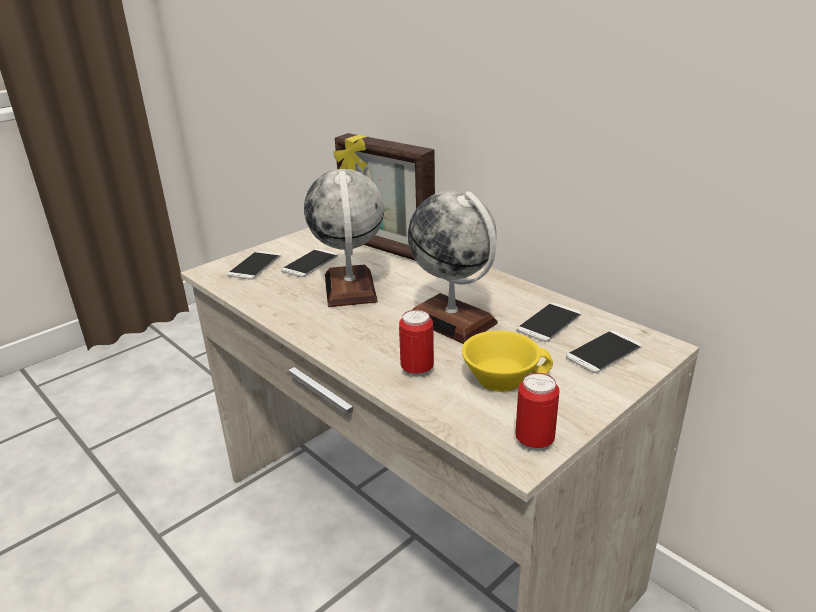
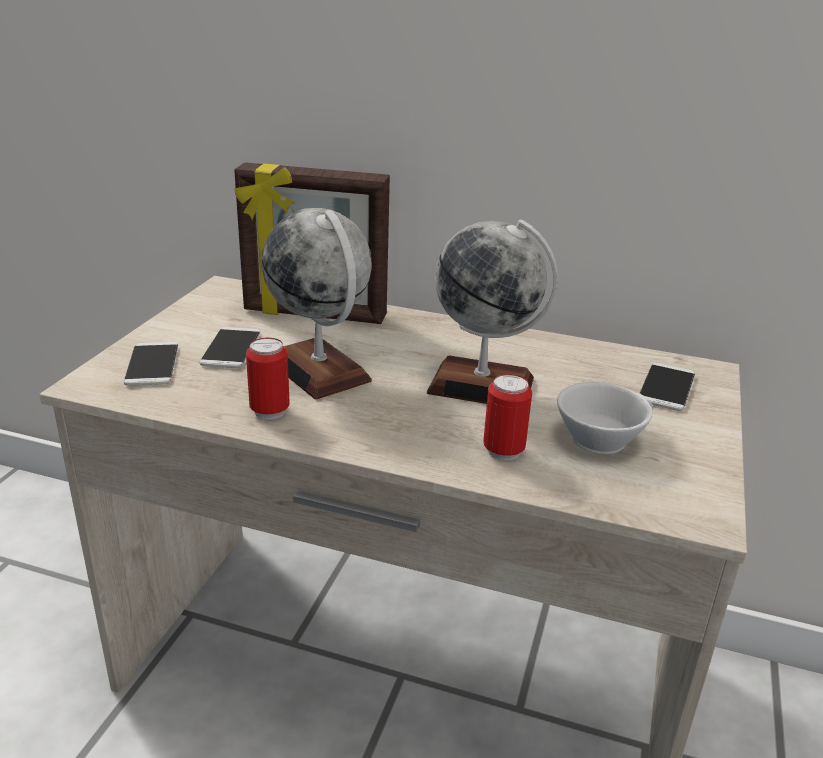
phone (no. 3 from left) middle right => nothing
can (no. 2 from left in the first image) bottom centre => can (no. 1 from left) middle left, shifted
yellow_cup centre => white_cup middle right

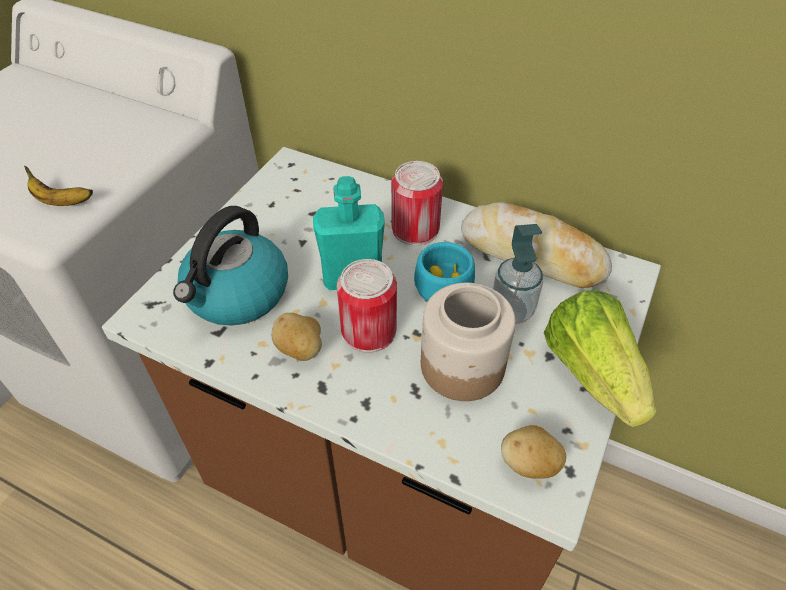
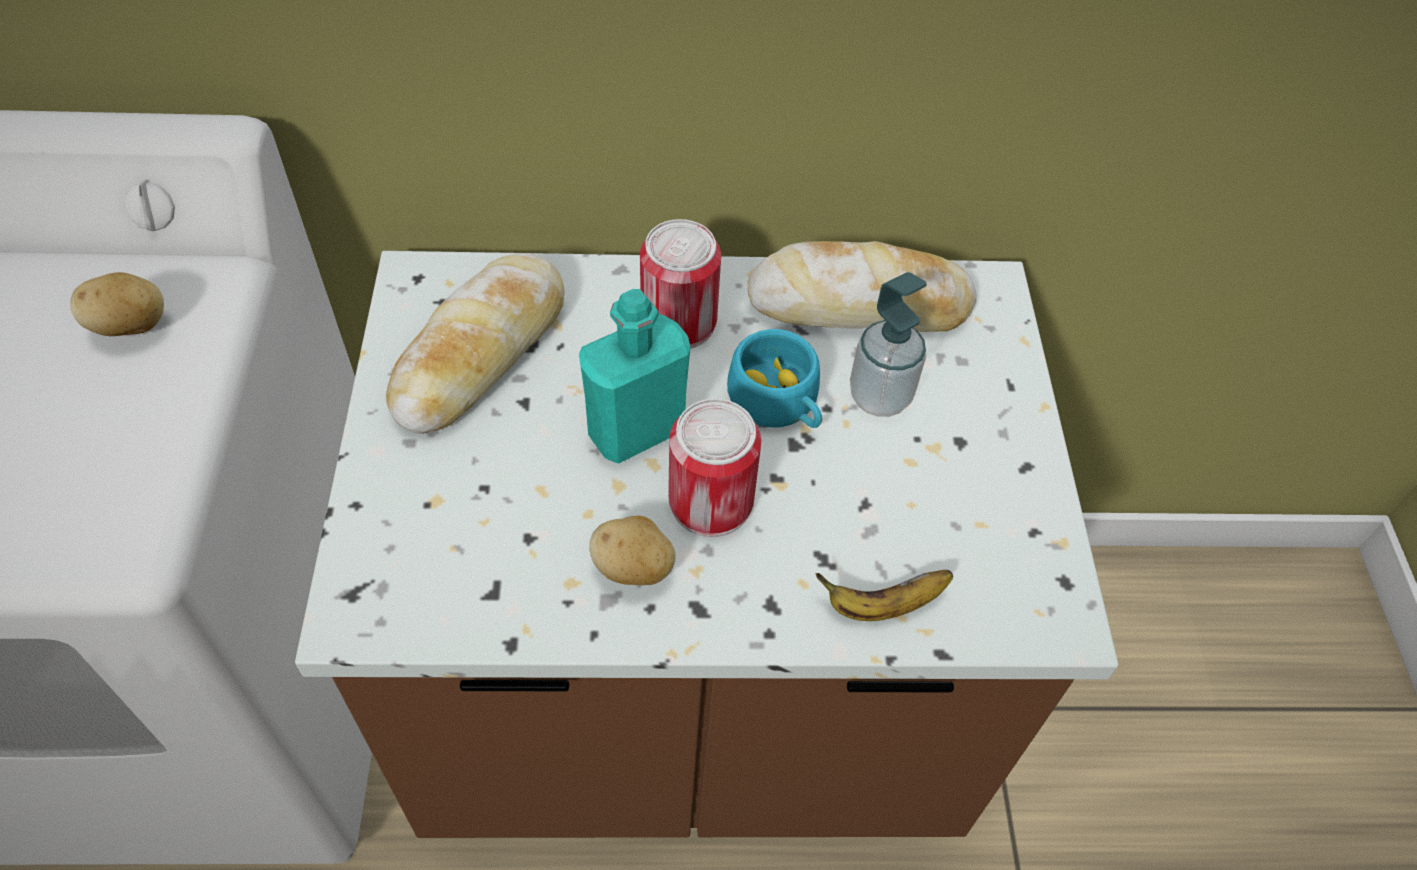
kettle middle left => nothing
jar centre => nothing
lettuce middle right => nothing
nothing => bread (no. 1 from left) centre
banana top left => banana bottom centre, shifted
potato (no. 2 from left in the first image) bottom right => potato (no. 1 from left) middle left, shifted

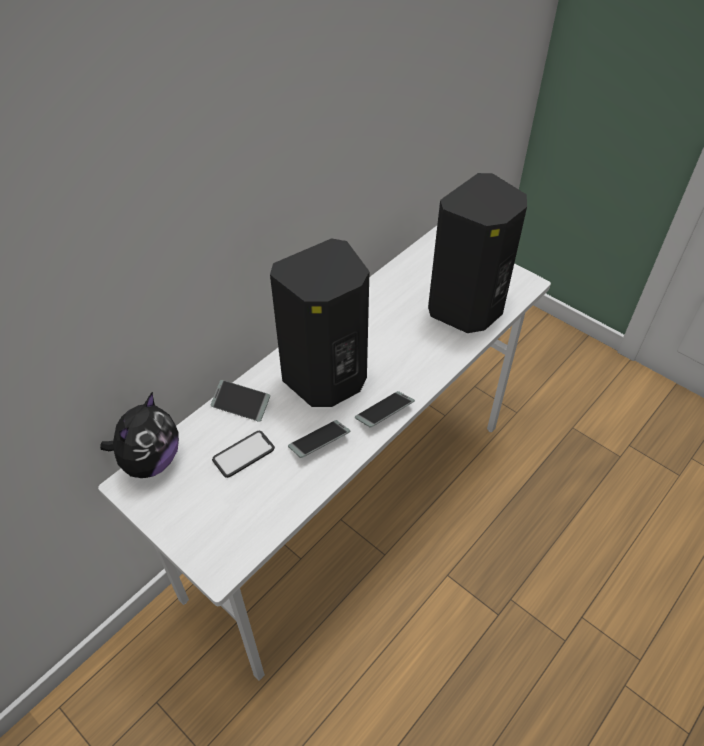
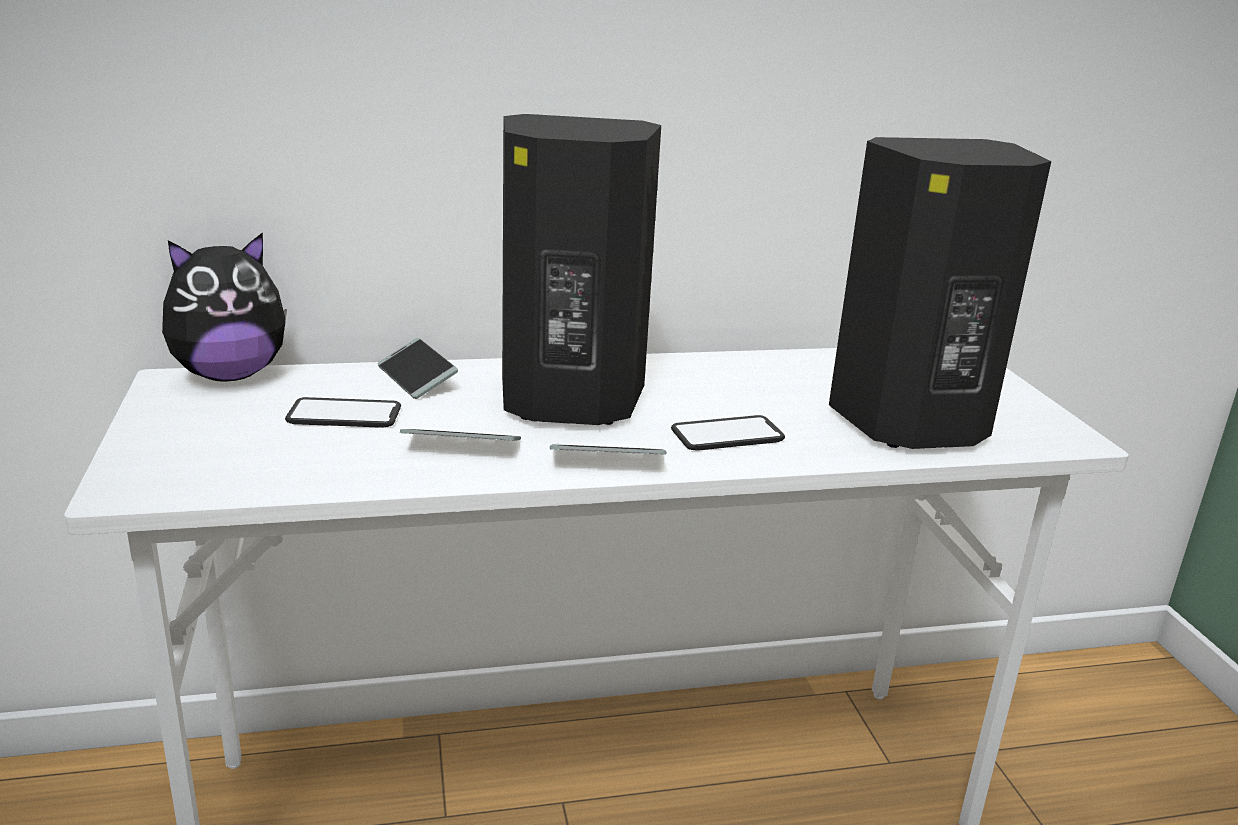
nothing => phone (no. 5 from left) centre

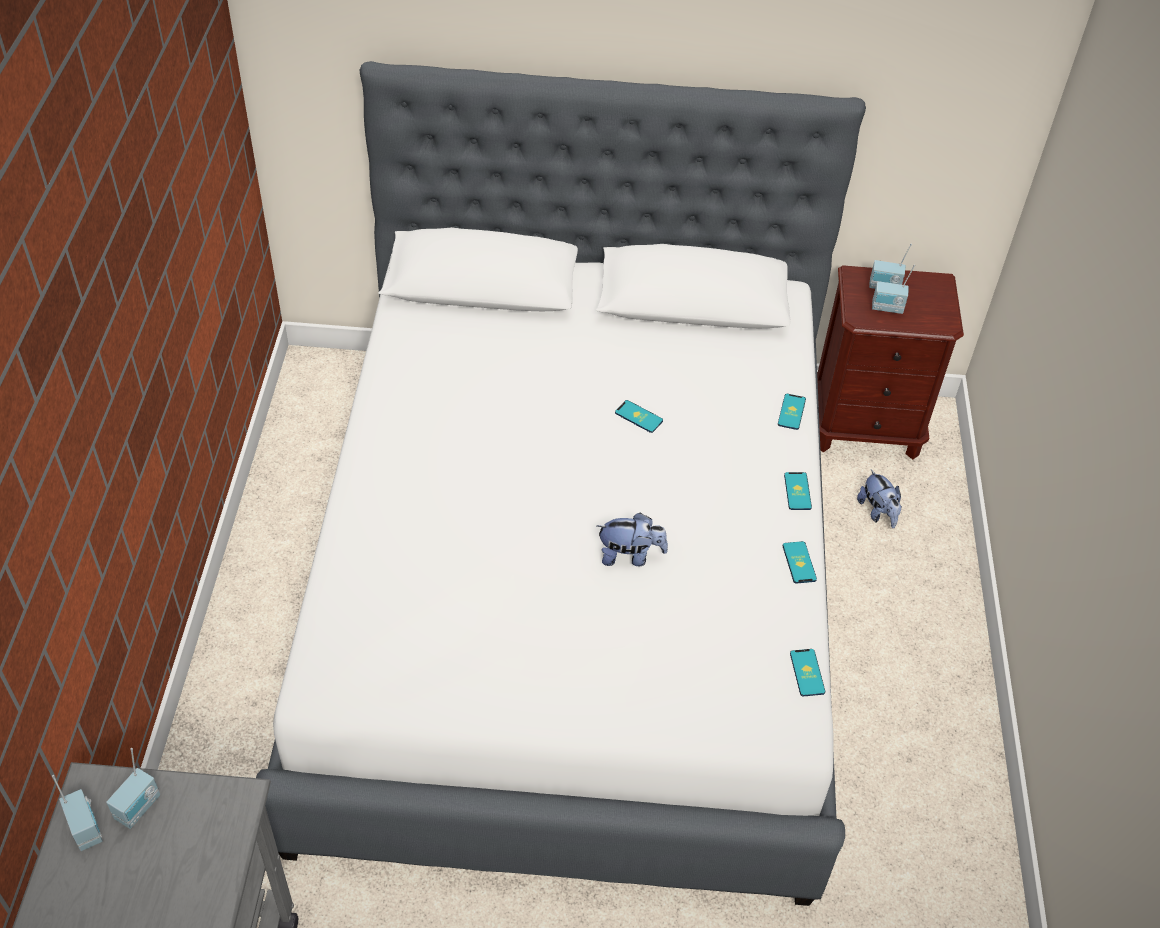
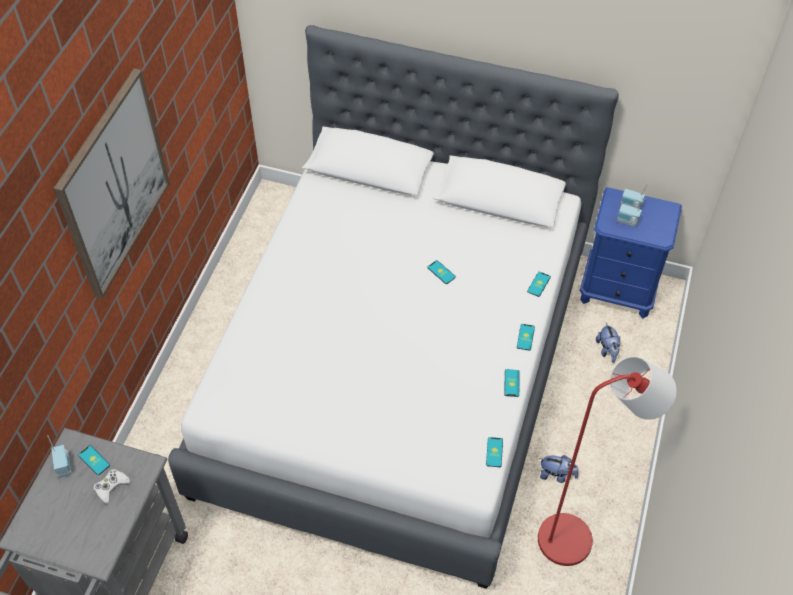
nothing => picture top left
nothing => white_game_controller bottom left
nothing => red_floor_lamp bottom right
plush_toy (no. 1 from left) centre => plush_toy (no. 1 from left) bottom right, shifted
radio (no. 2 from left) bottom left => phone (no. 1 from left) bottom left
brown_nightstand middle right => blue_nightstand middle right

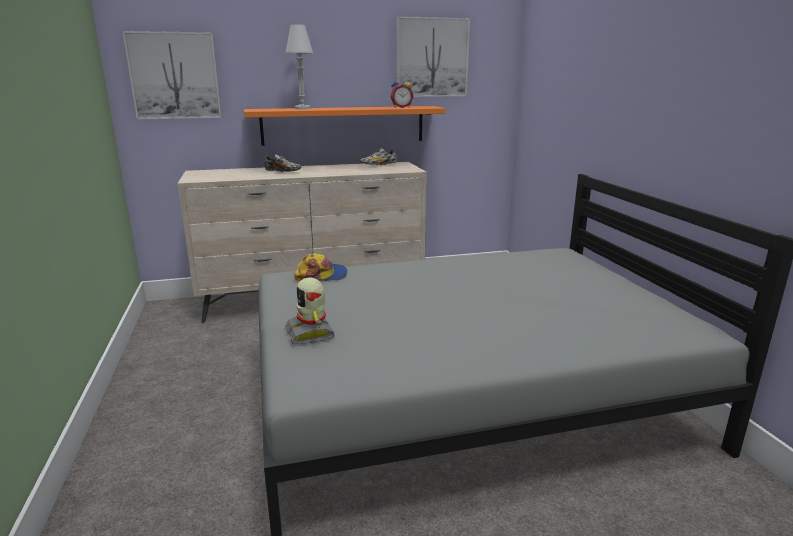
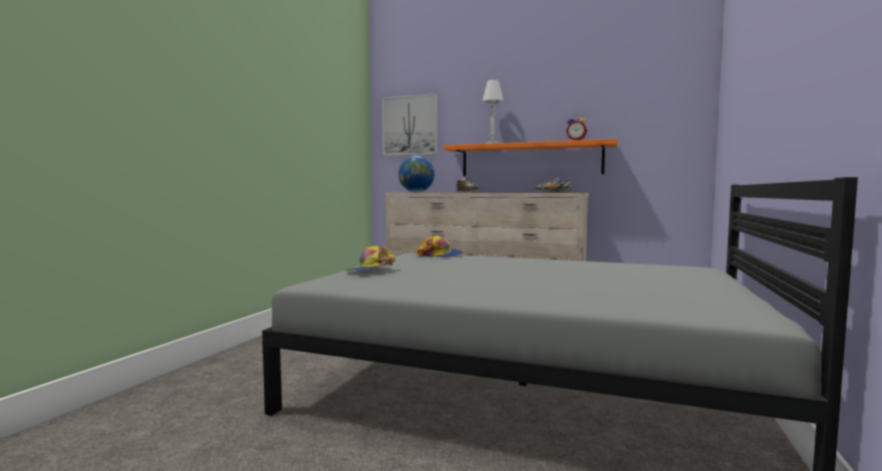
picture (no. 2 from left) top centre => nothing
nothing => globe centre
toy_robot centre => cap (no. 1 from left) centre

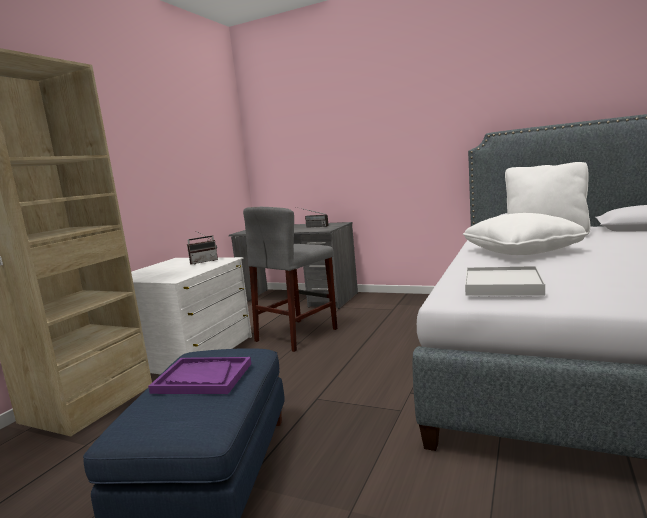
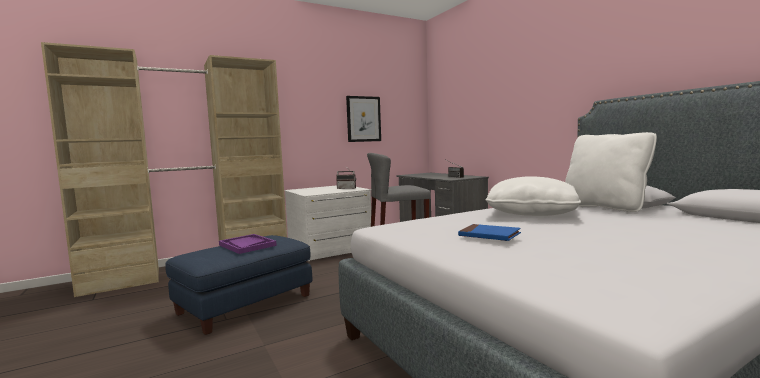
white_tray middle right => nothing
nothing => picture top centre
nothing => blue_book centre

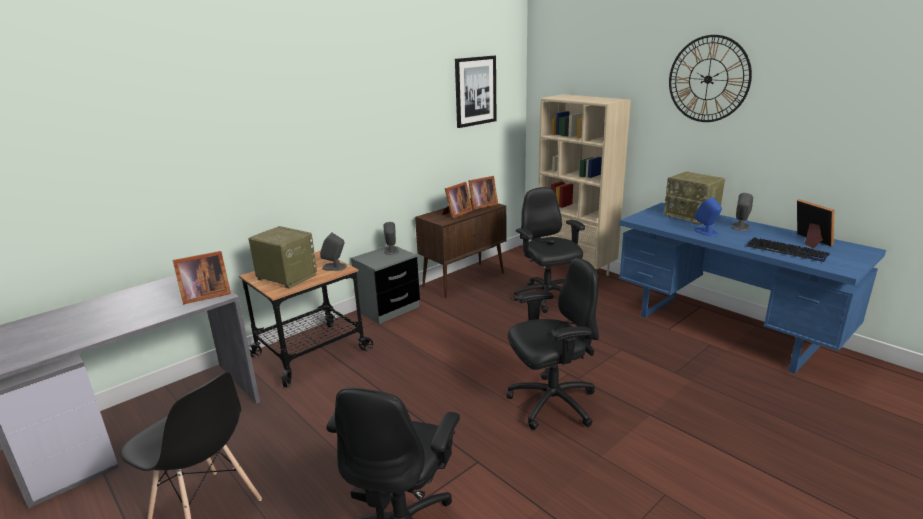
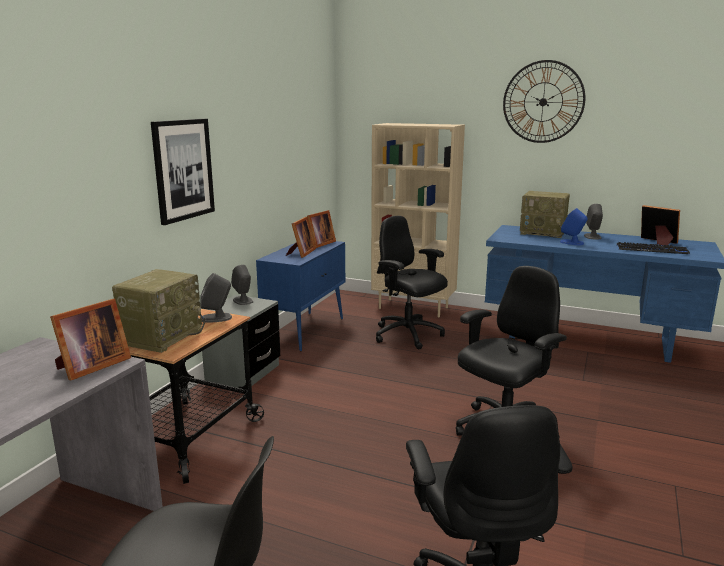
picture top centre => picture top left, shifted
brown_cabinet centre => blue_cabinet centre
radio (no. 1 from left) middle left, 105 degrees clockwise

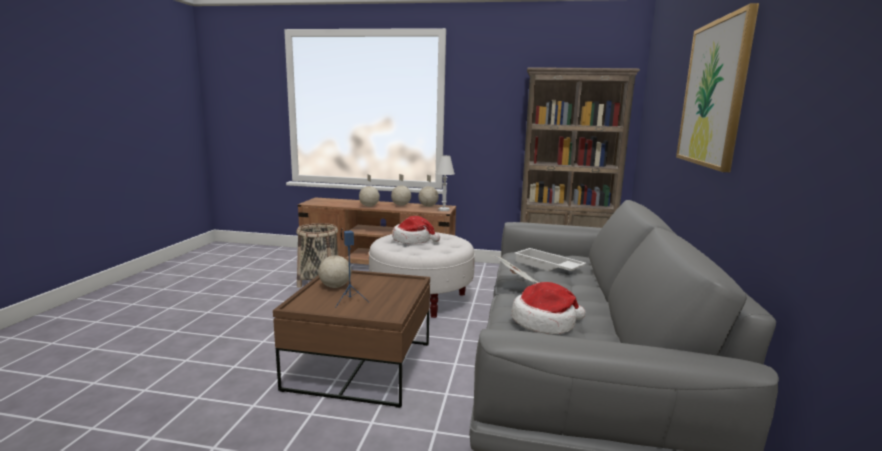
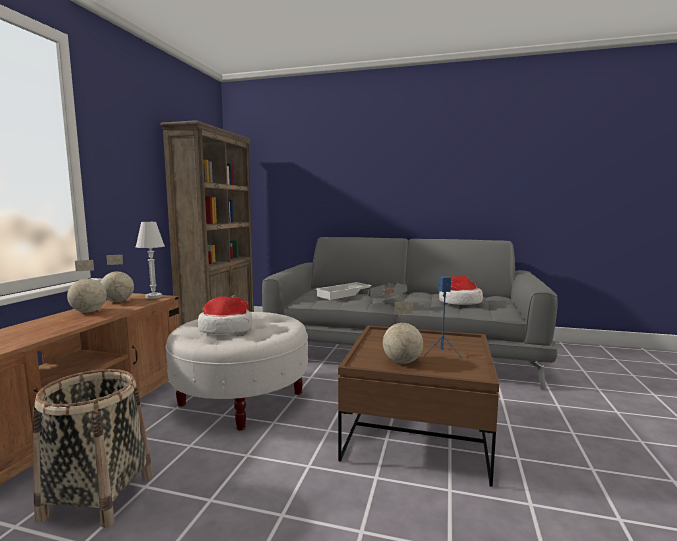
globe (no. 2 from left) centre => nothing
picture top right => nothing

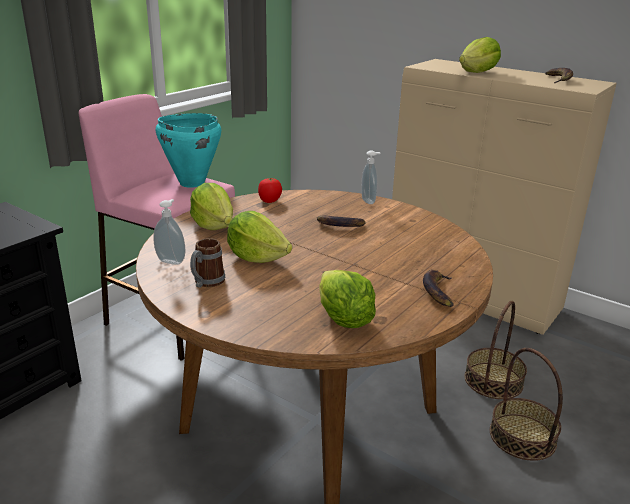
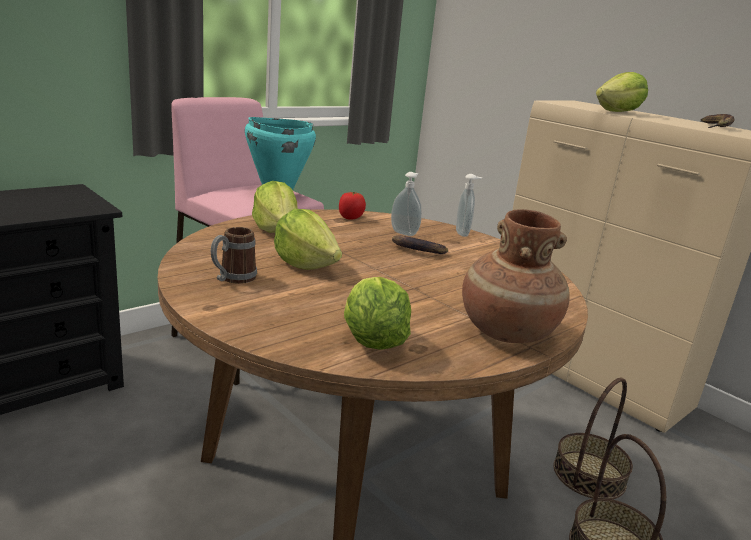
soap_dispenser (no. 1 from left) middle left => soap_dispenser (no. 1 from left) centre, shifted
banana (no. 2 from left) middle right => brown_vase middle right

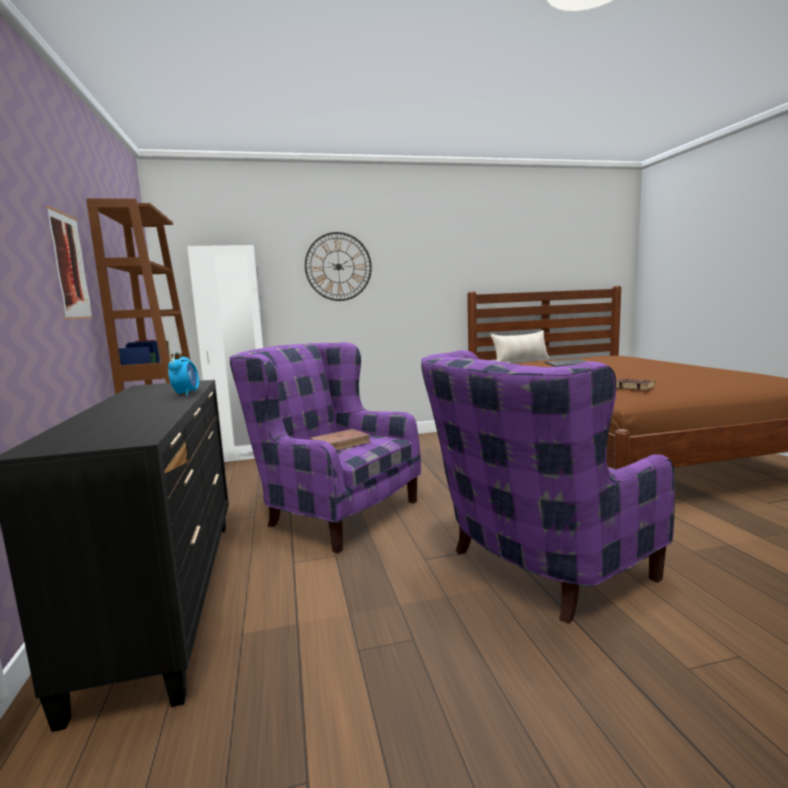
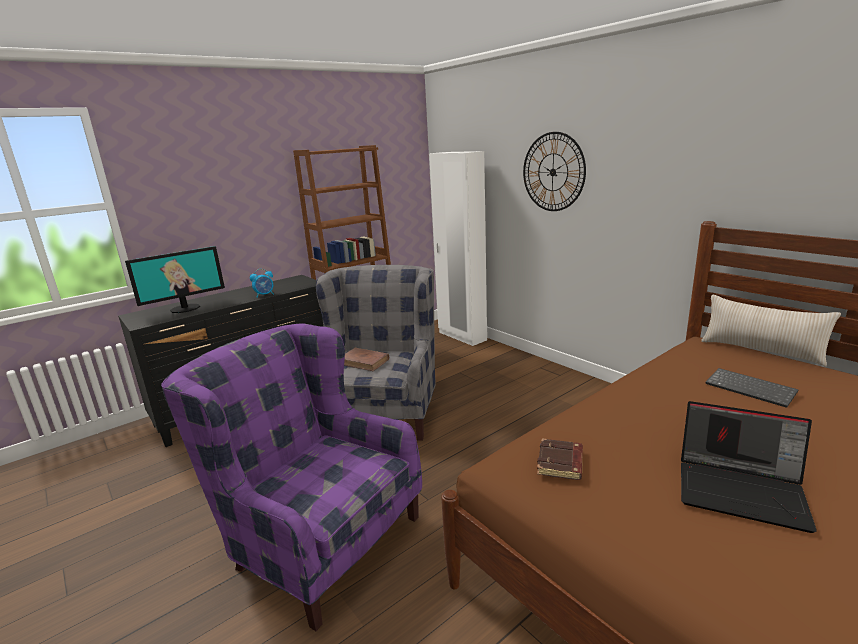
picture top left => nothing
nothing => monitor middle left
nothing => laptop bottom right
purple_armchair (no. 1 from left) centre => grey_armchair centre

